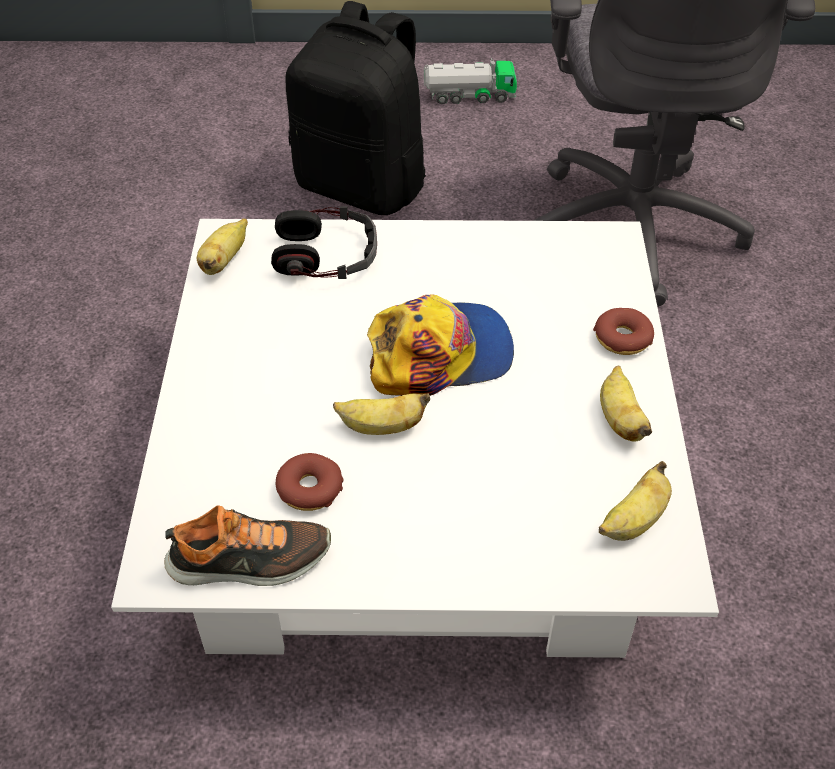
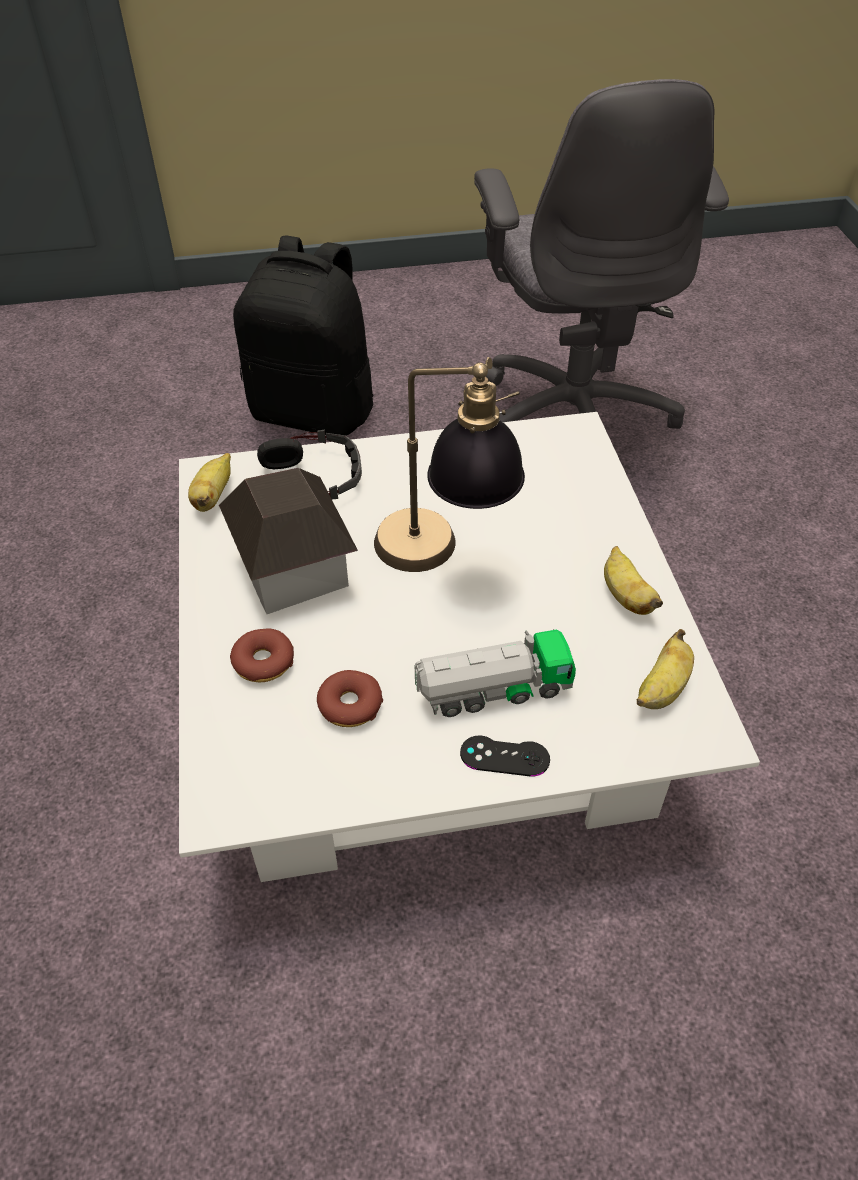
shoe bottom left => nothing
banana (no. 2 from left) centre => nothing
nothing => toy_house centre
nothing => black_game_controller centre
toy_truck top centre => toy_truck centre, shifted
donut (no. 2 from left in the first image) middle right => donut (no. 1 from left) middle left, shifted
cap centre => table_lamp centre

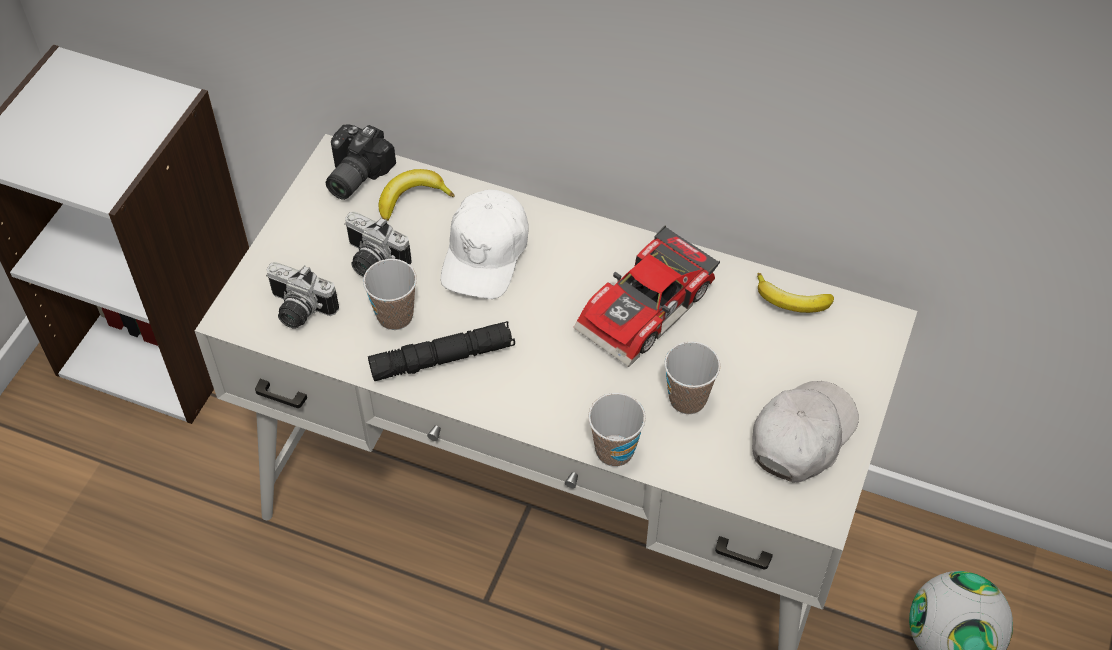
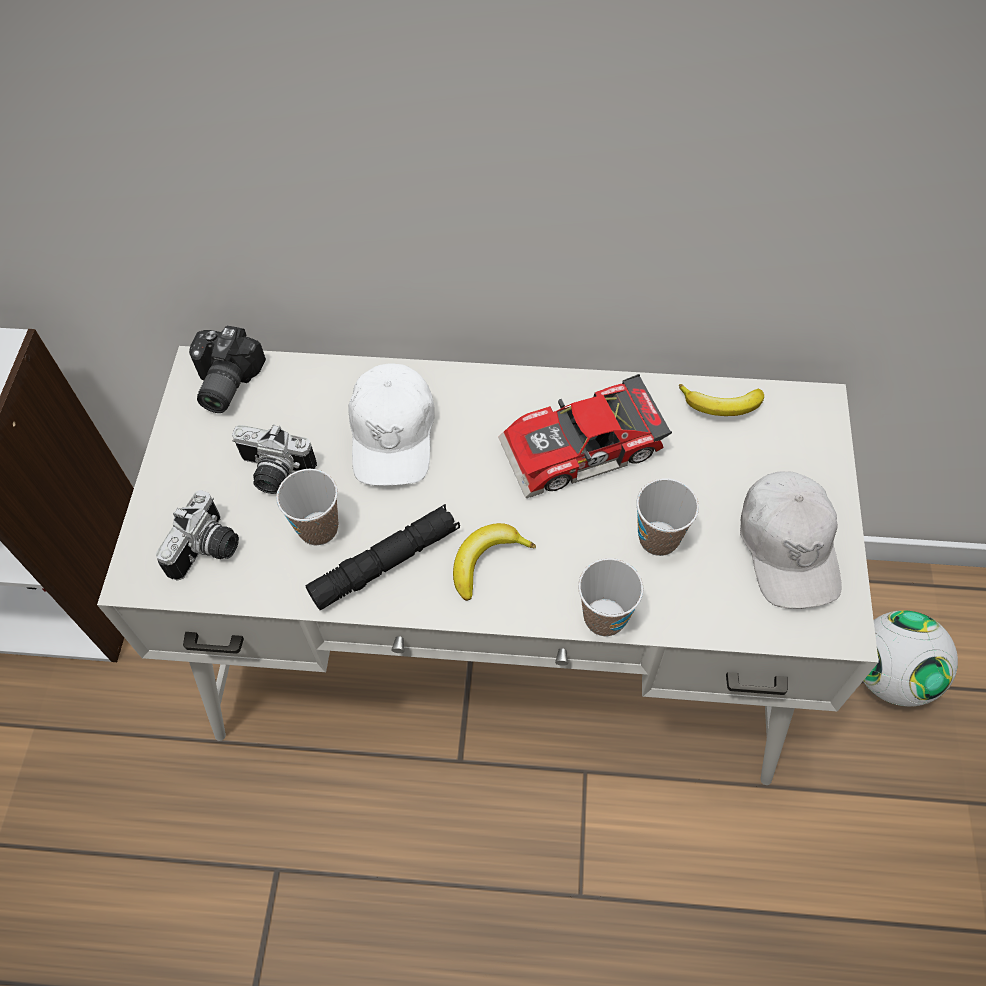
banana (no. 1 from left) top centre => banana (no. 1 from left) centre, shifted
photo_camera (no. 1 from left) middle left, 75 degrees counterclockwise
toy_car centre, 45 degrees clockwise
white_cap (no. 2 from left) middle right, 150 degrees clockwise

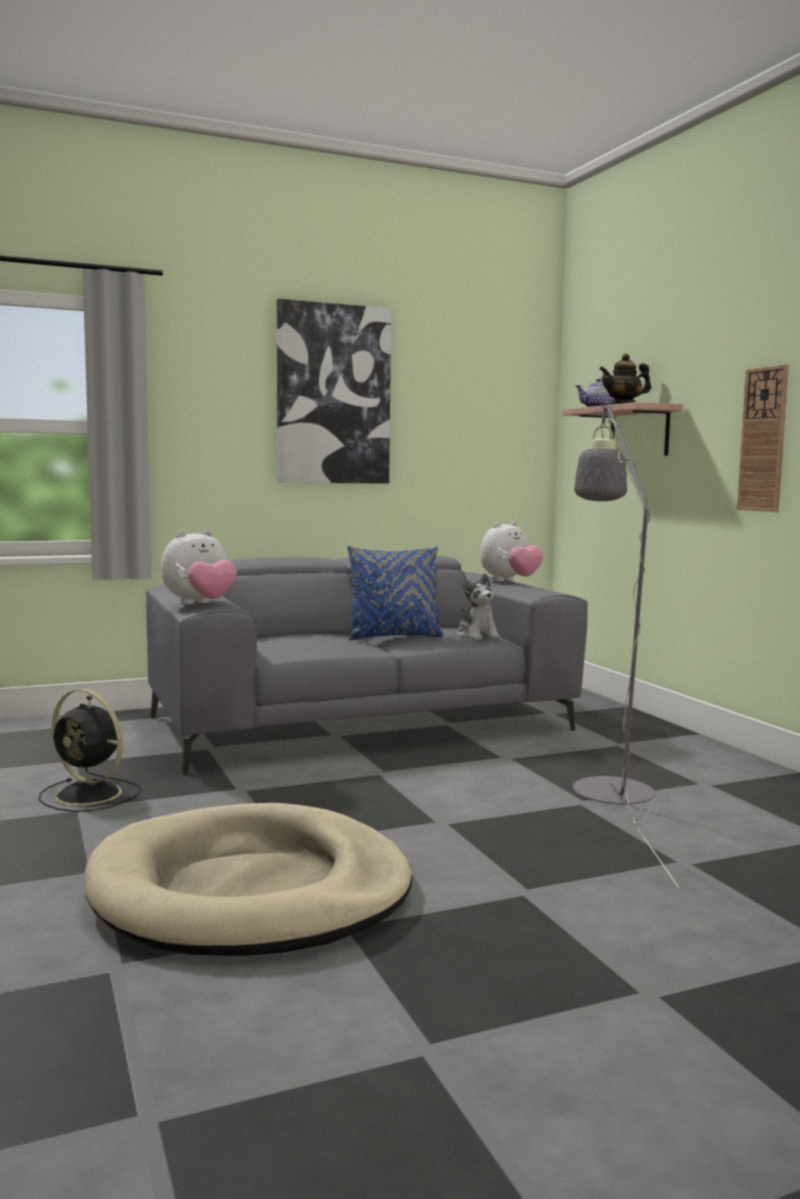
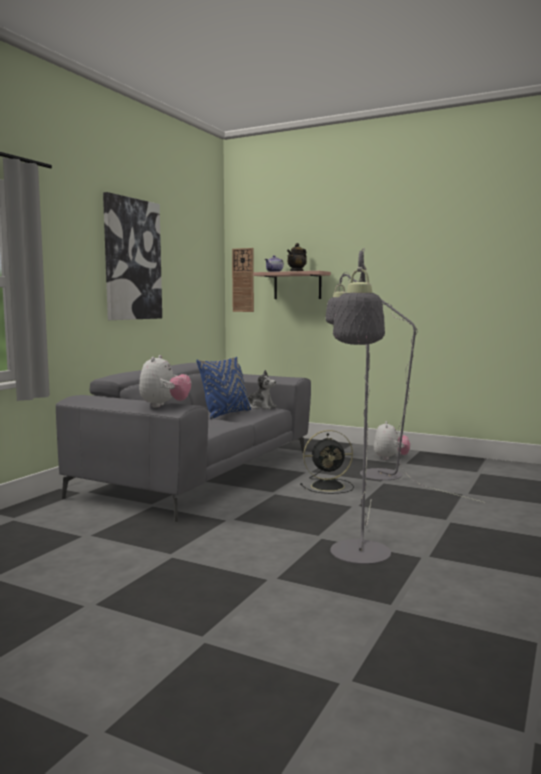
black_fan middle left => black_fan centre, shifted
plush_toy (no. 3 from left) centre => plush_toy (no. 3 from left) middle right, shifted
wall_clock middle right => wall_clock centre, shifted
beige_dog_bed bottom left => grey_floor_lamp (no. 1 from left) centre

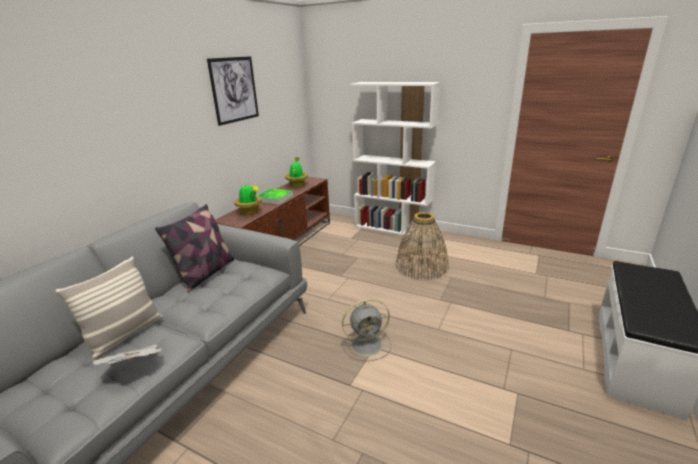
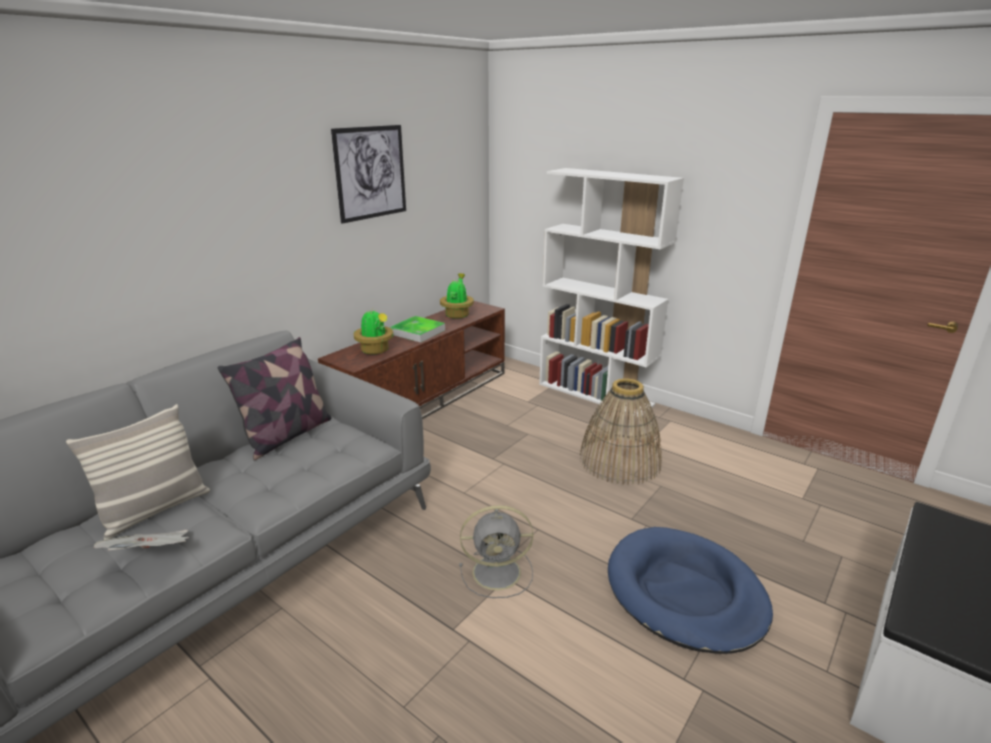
nothing => blue_dog_bed bottom right

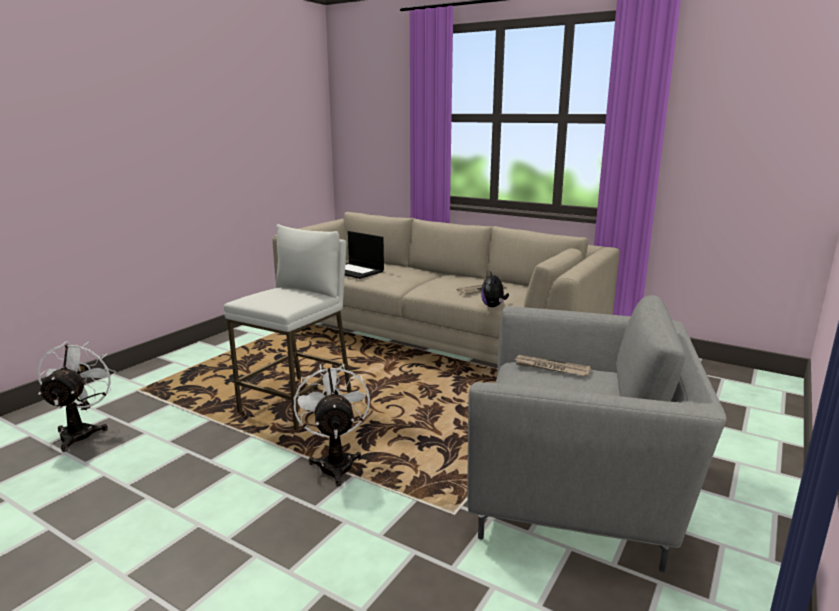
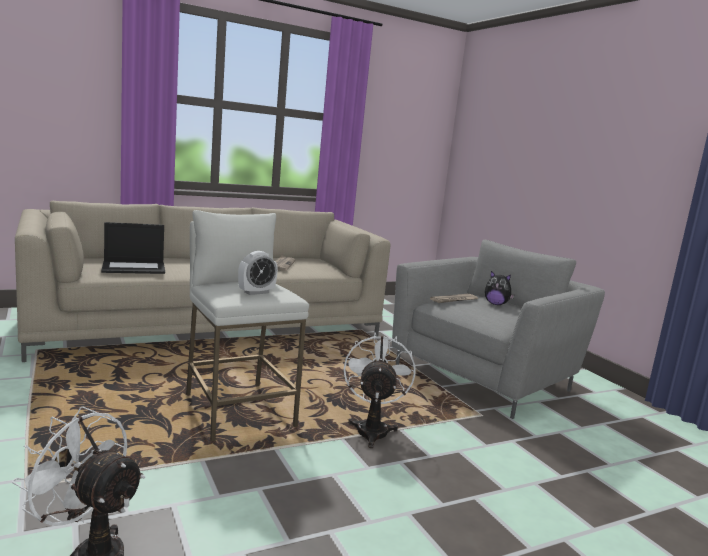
nothing => alarm_clock centre
plush_toy centre => plush_toy middle right, shifted
white_fan (no. 2 from left) bottom centre, 75 degrees clockwise

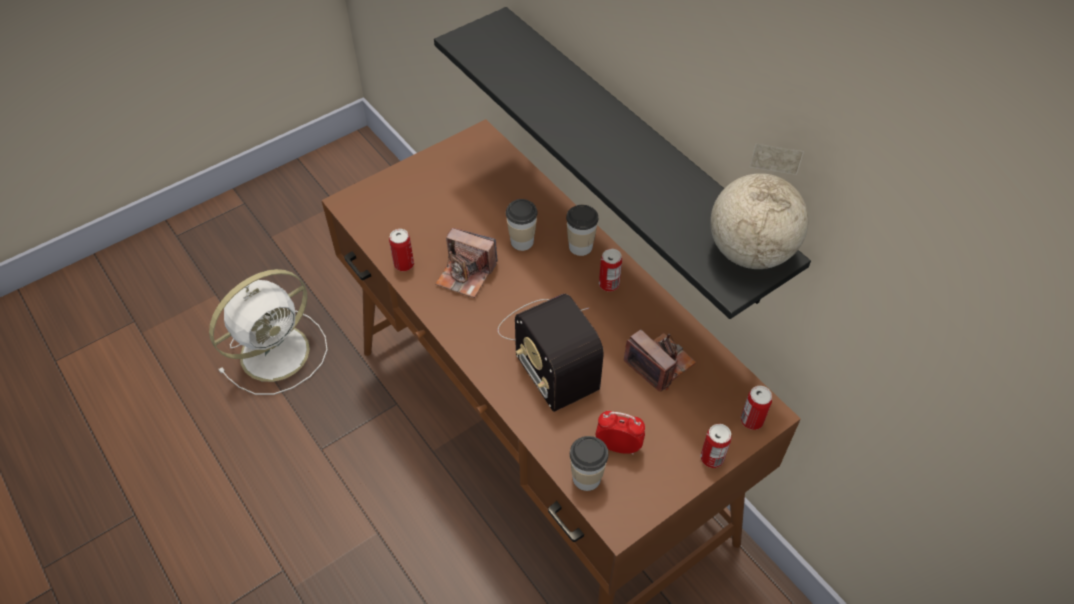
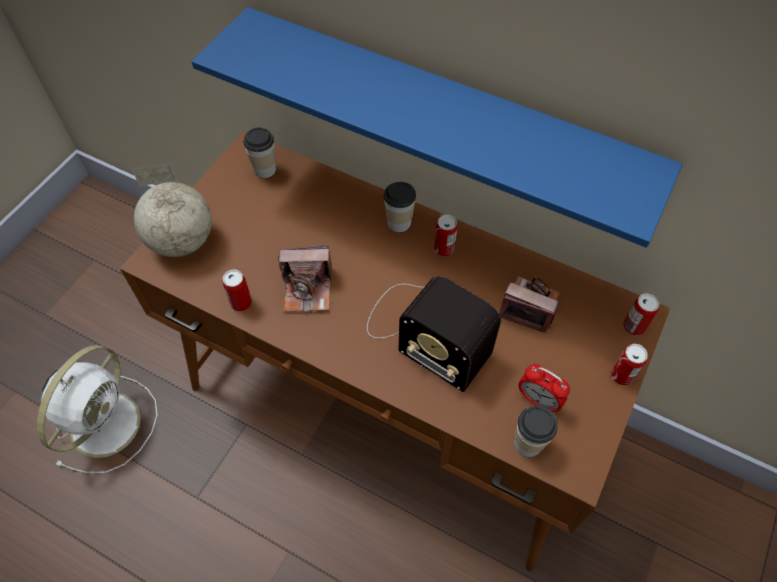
cup (no. 1 from left) centre => cup (no. 1 from left) top centre, shifted
globe middle right => globe middle left, shifted
black_shelf top centre => blue_shelf top centre
alarm_clock bottom centre => alarm_clock bottom right, 135 degrees counterclockwise

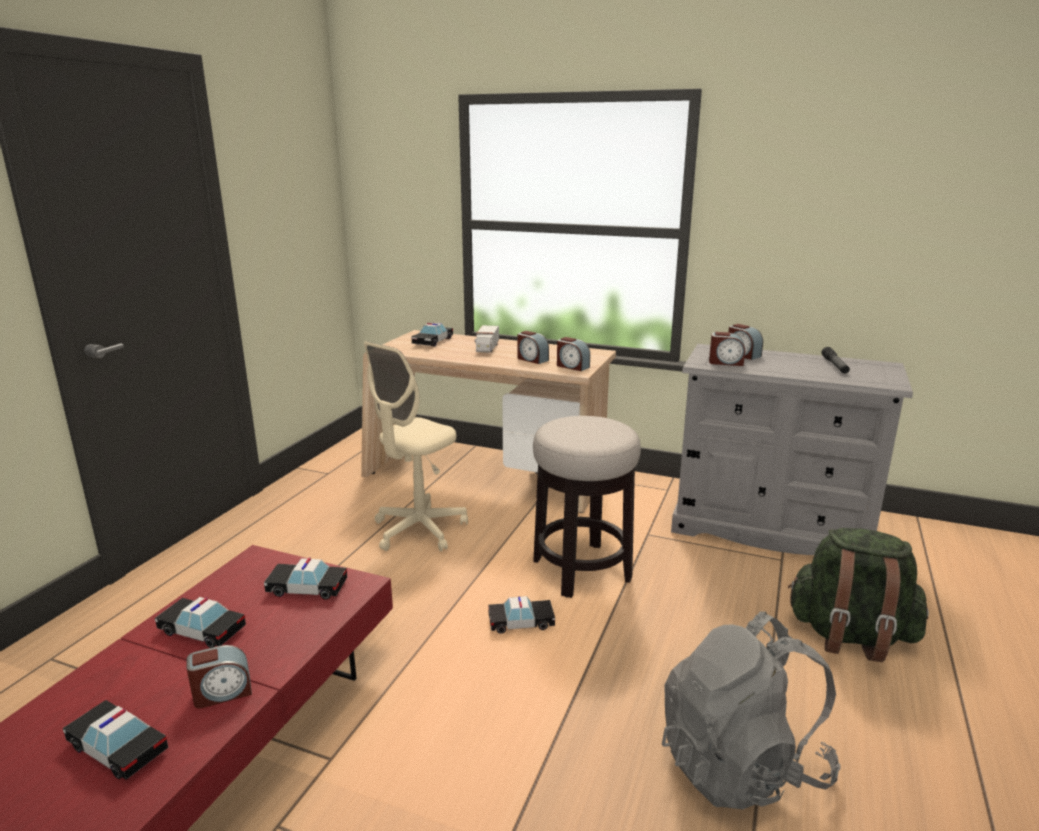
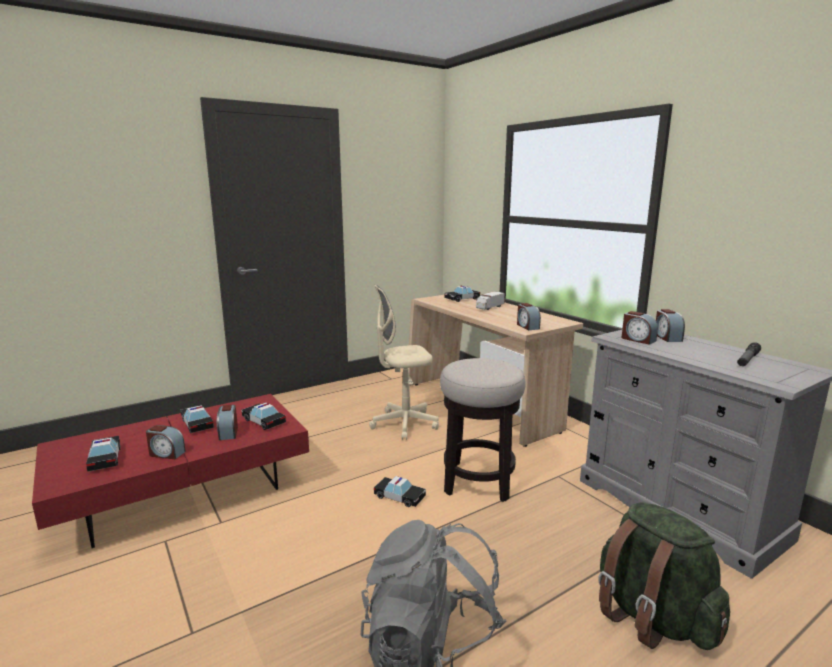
alarm_clock (no. 2 from left) centre => alarm_clock (no. 2 from left) middle left, shifted

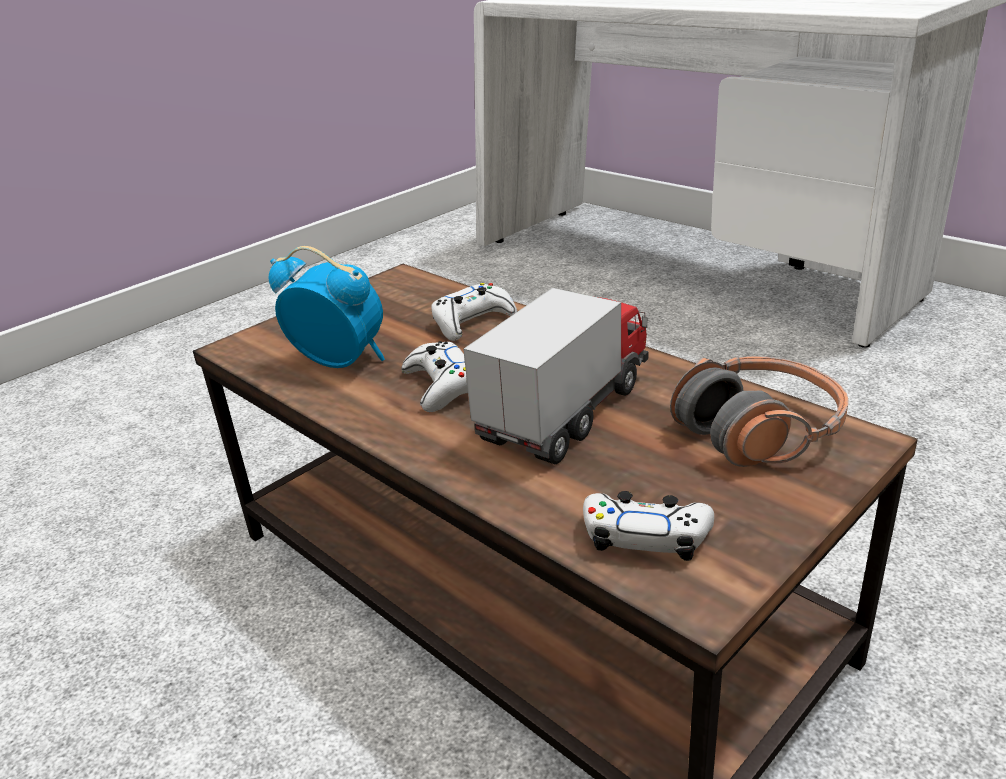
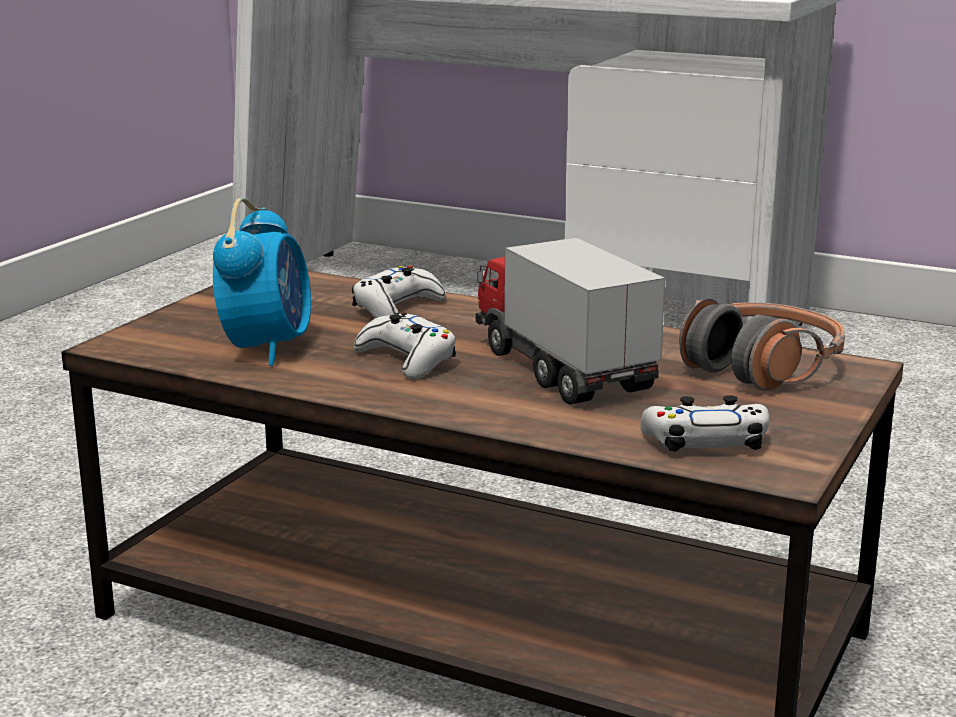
alarm_clock middle left, 90 degrees clockwise
toy_truck centre, 45 degrees counterclockwise

